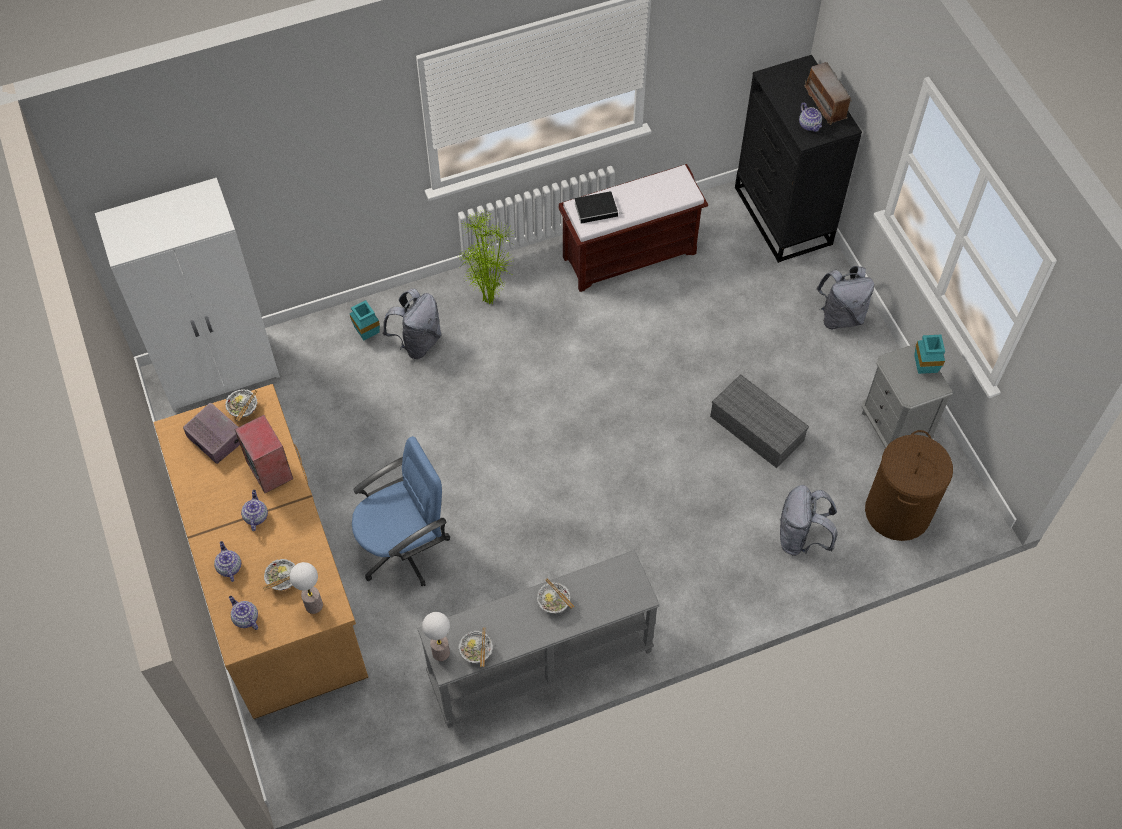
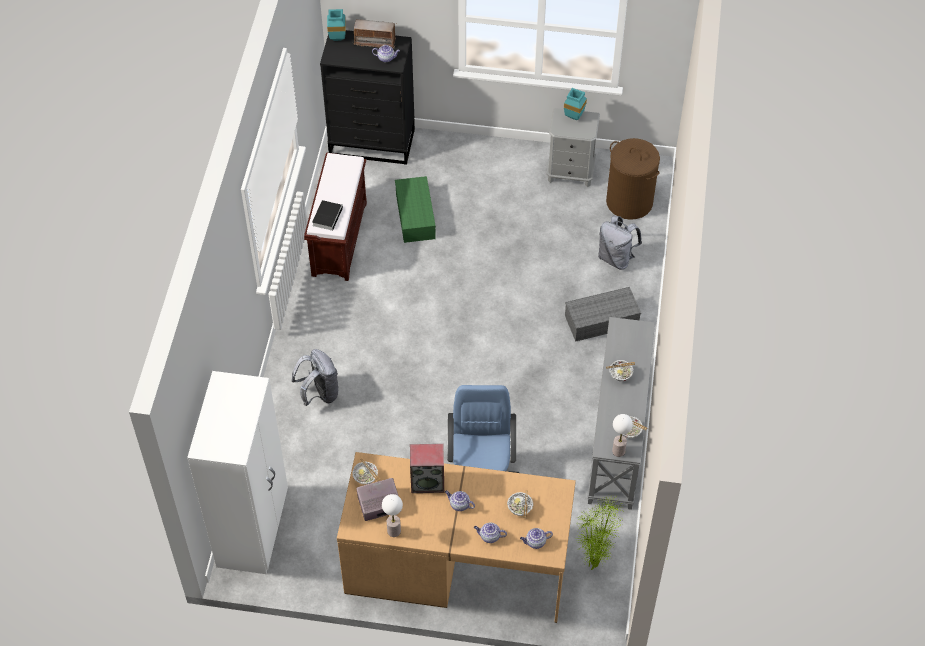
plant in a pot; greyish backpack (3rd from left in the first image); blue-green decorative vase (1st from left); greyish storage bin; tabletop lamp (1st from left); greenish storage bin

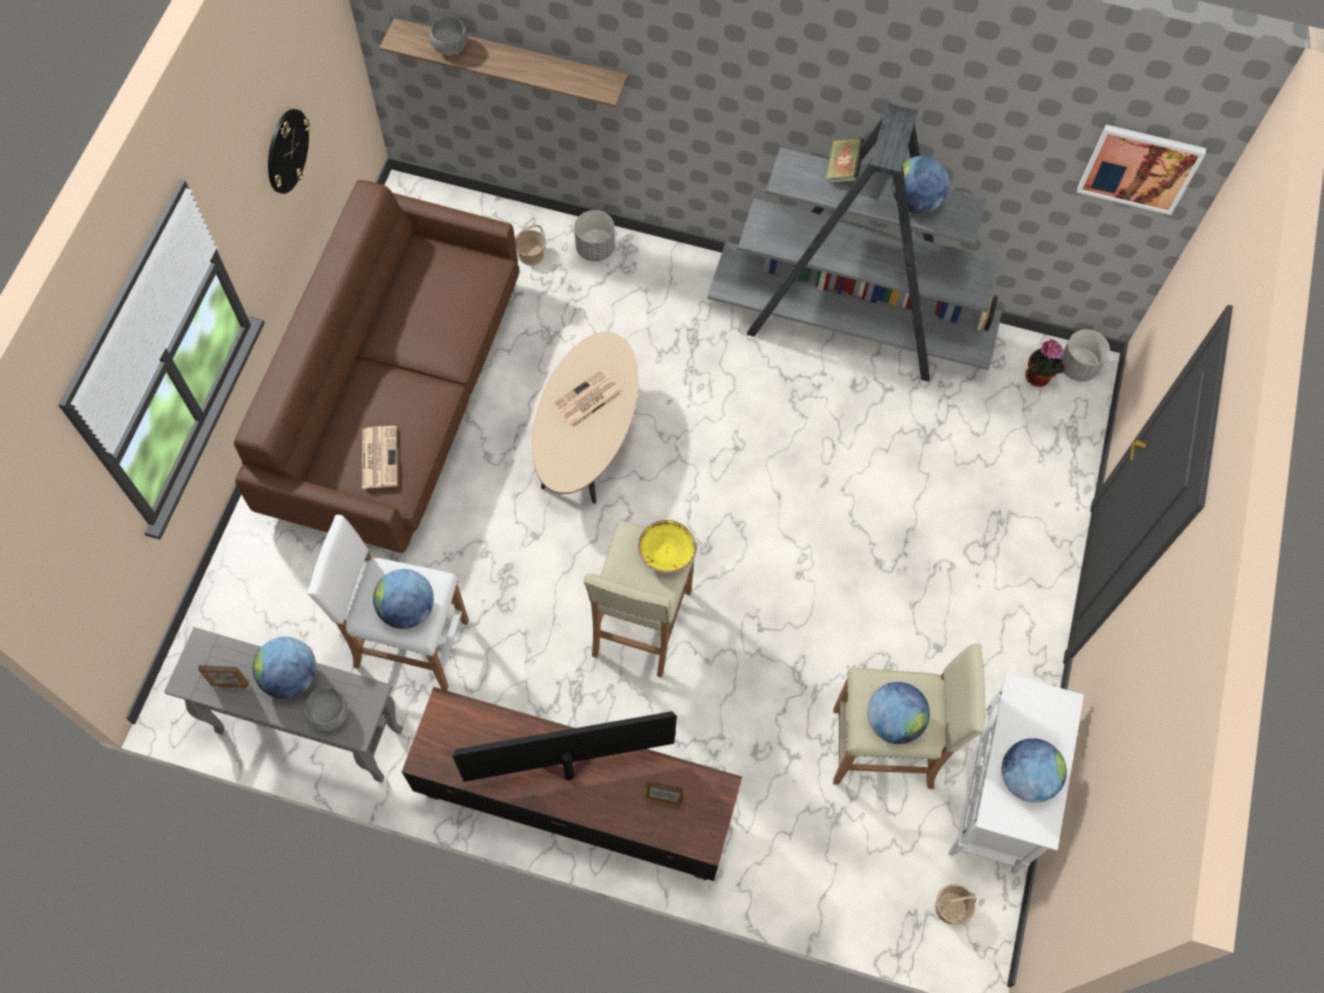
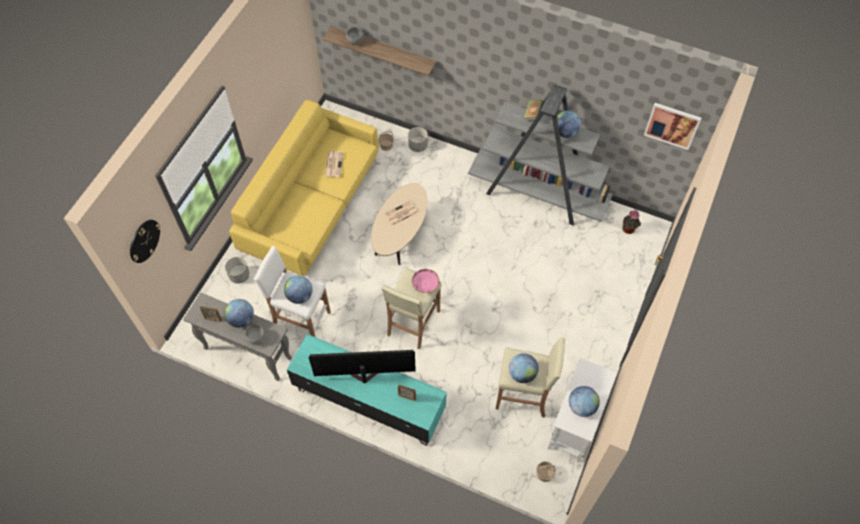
clock on the wall; yellow settee; greyish plant pot (1st from left); daily paper (1st from left); pink-coloured serving bowl; blue-green tv unit

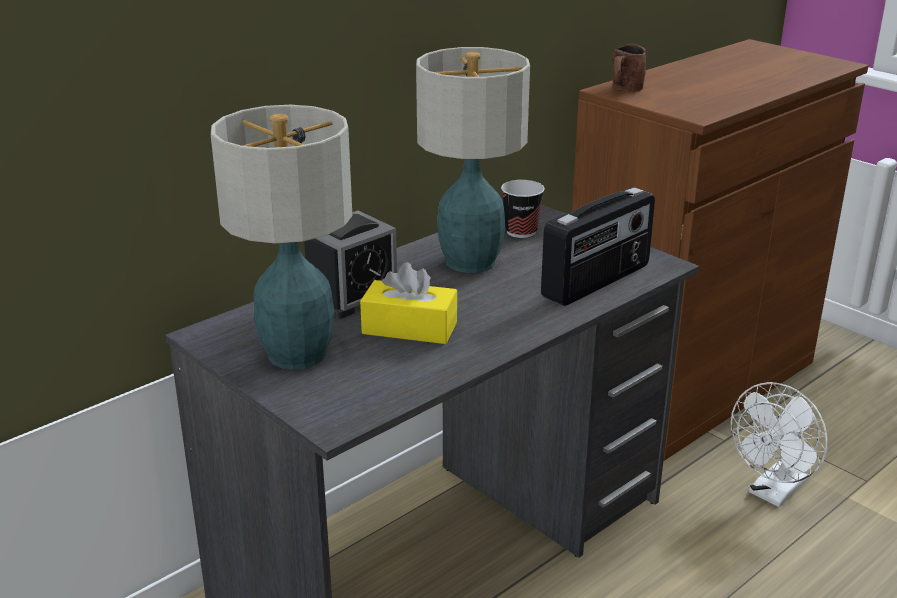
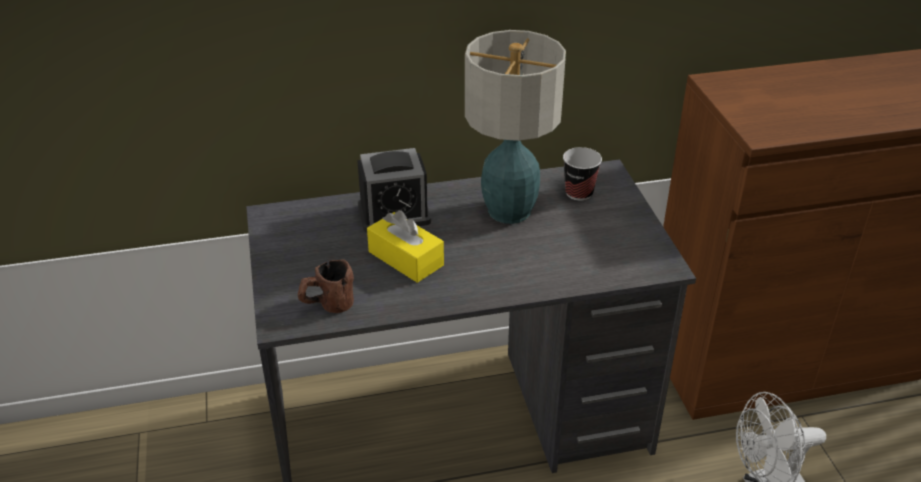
brown coffee mug; tabletop lamp (1st from left in the first image); radio set

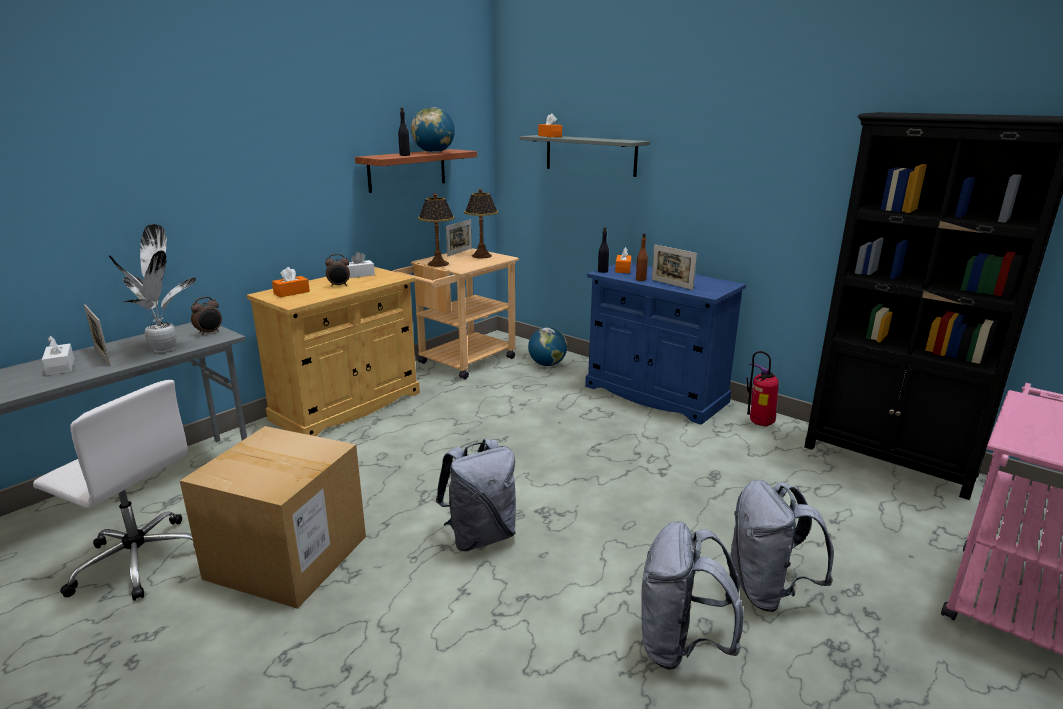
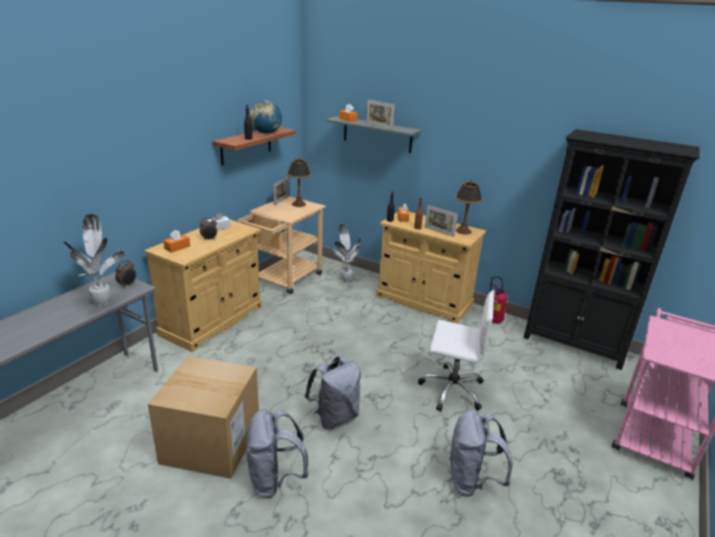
tabletop lamp (2nd from left); sand-coloured cupboard (2nd from left); picture frame (2nd from left); plant in a pot (2nd from left); whitish box of tissues (1st from left in the first image); whitish office chair; greyish backpack (1st from left)

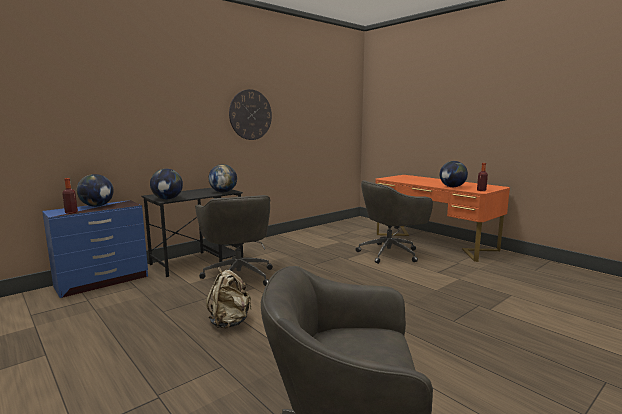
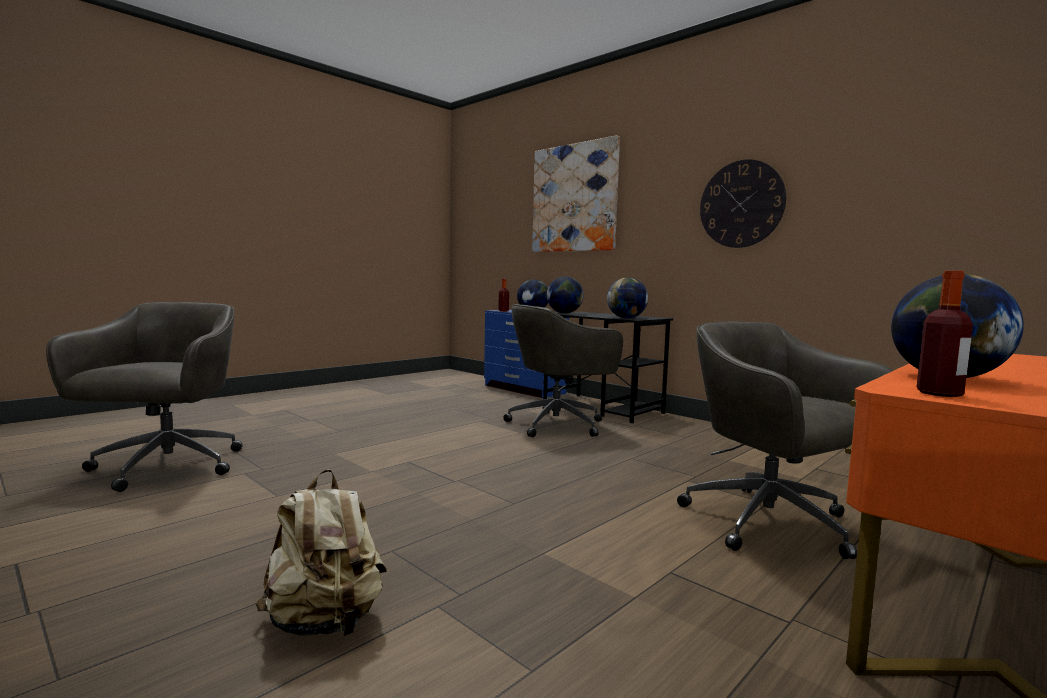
sand-coloured backpack; picture

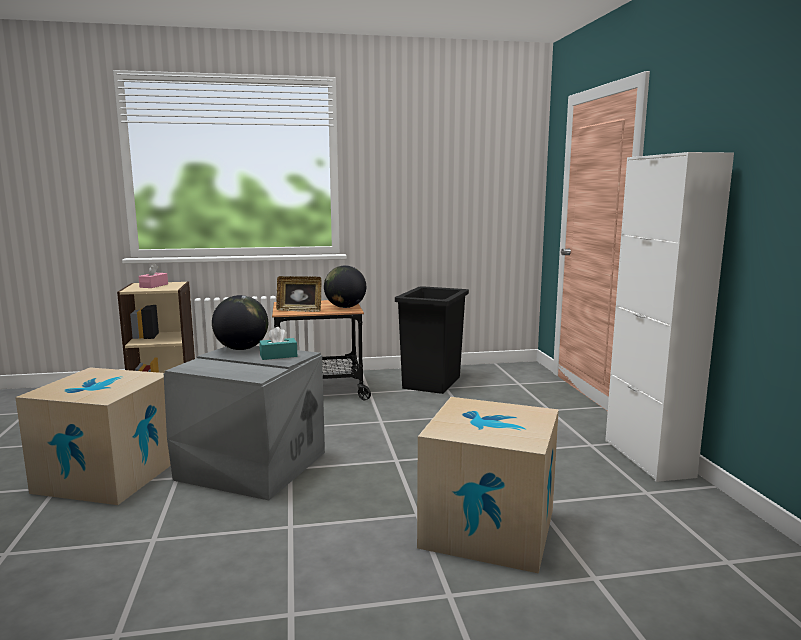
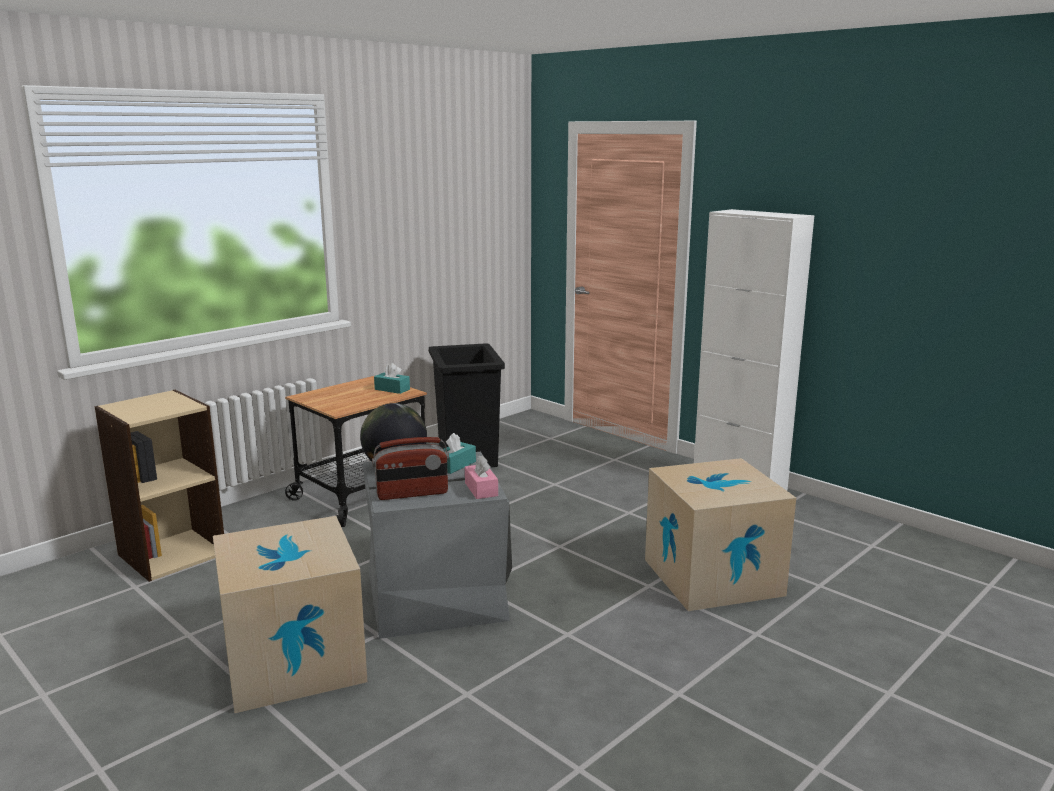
pink-coloured box of tissues; blue-green box of tissues (1st from left); picture frame; radio set

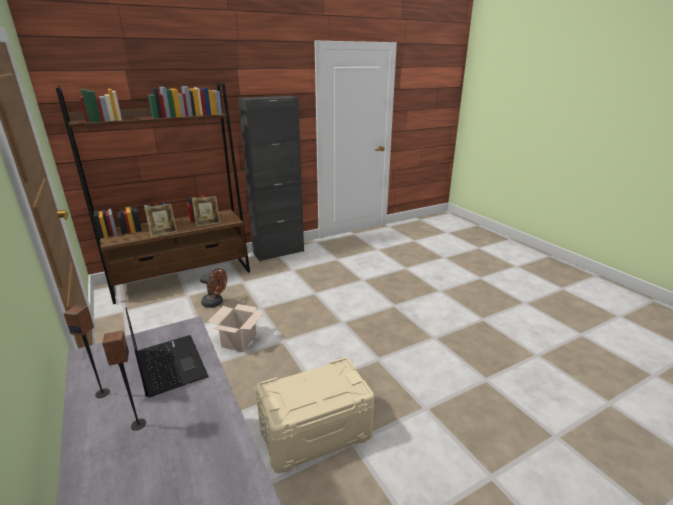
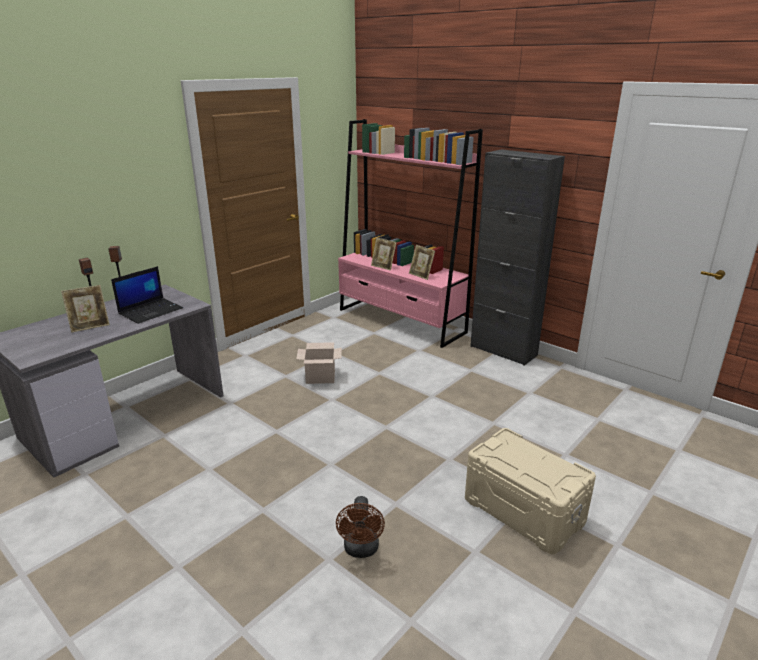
pink-coloured bookshelf; brown fan; sand-coloured storage bin; picture frame (1st from left)

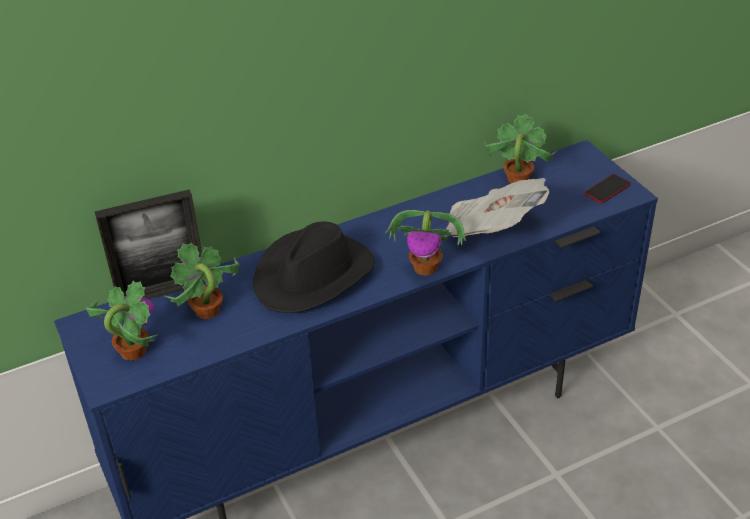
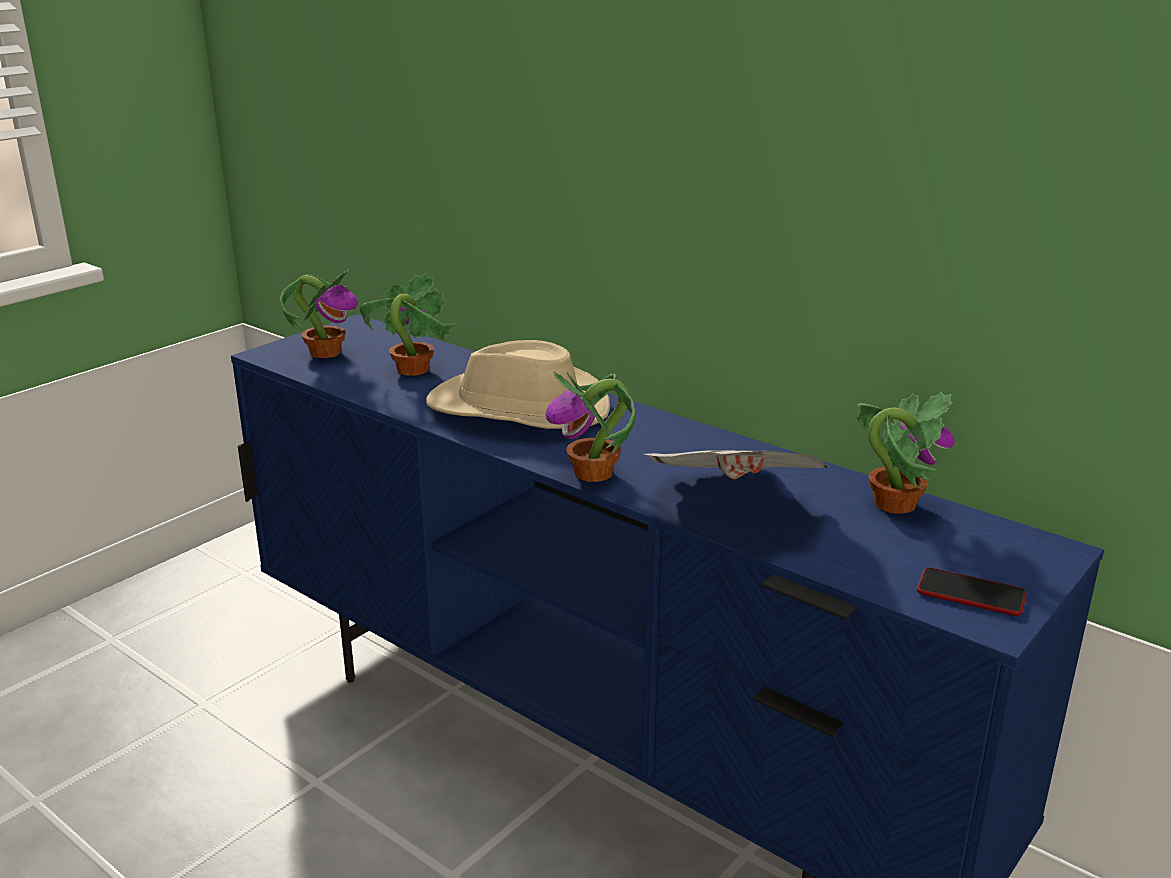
picture frame; sand-coloured wearable hat

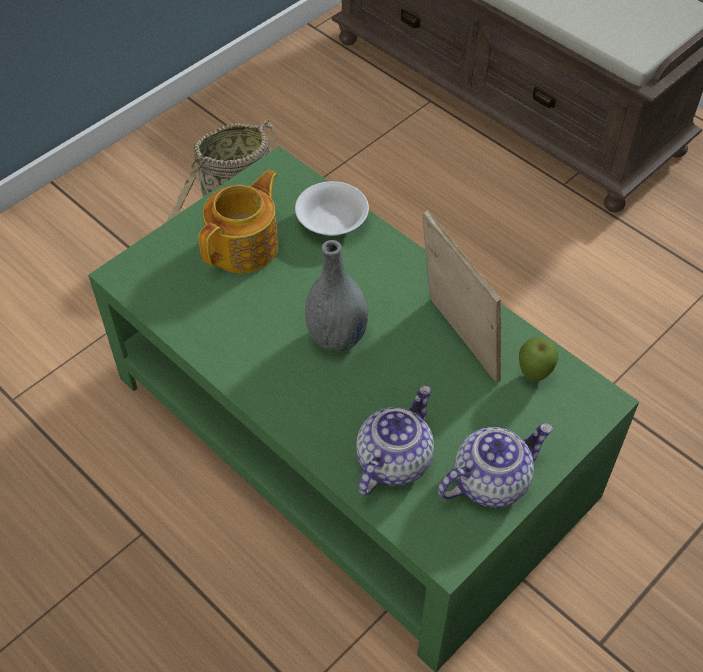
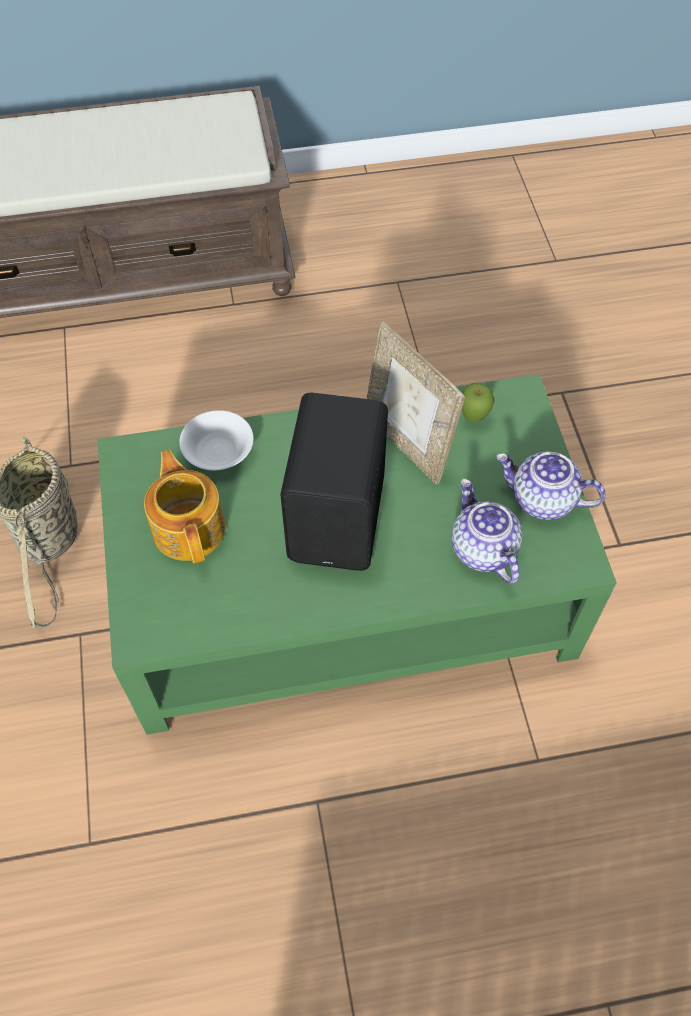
picture frame; blackish speaker; pot for tea (3rd from left)

